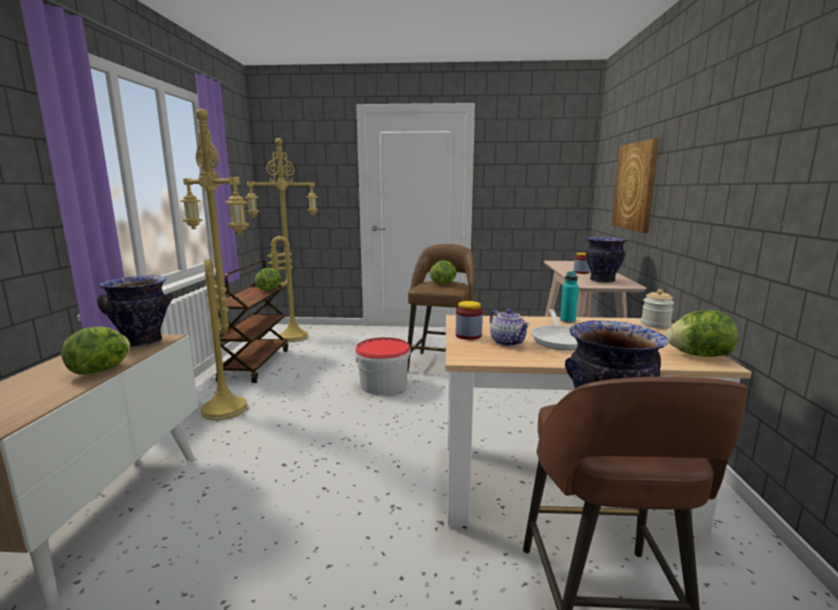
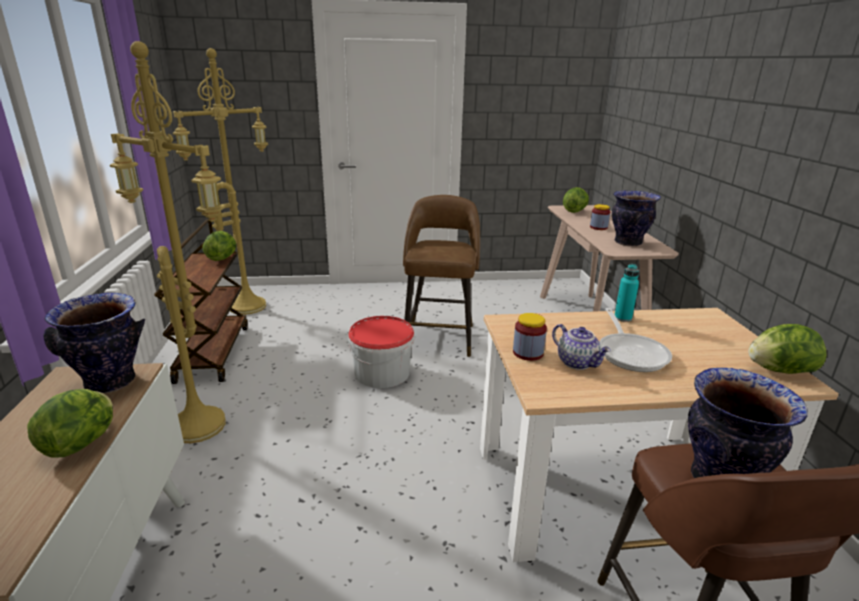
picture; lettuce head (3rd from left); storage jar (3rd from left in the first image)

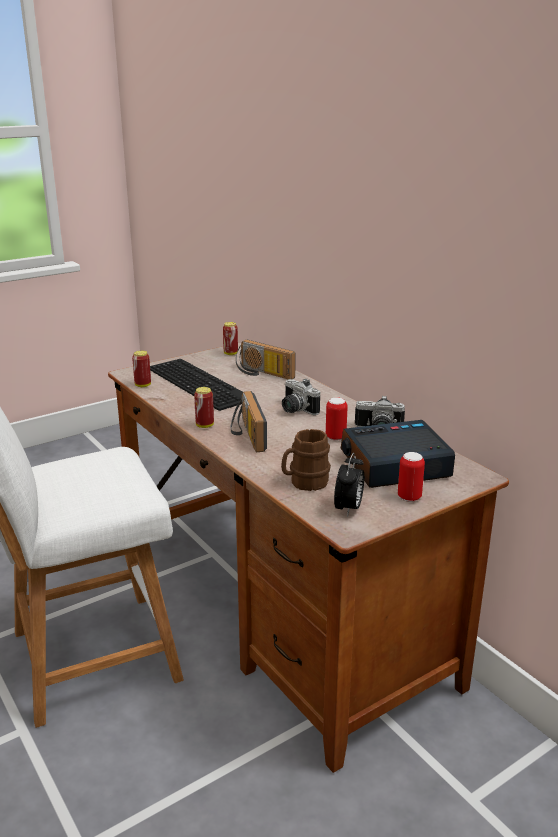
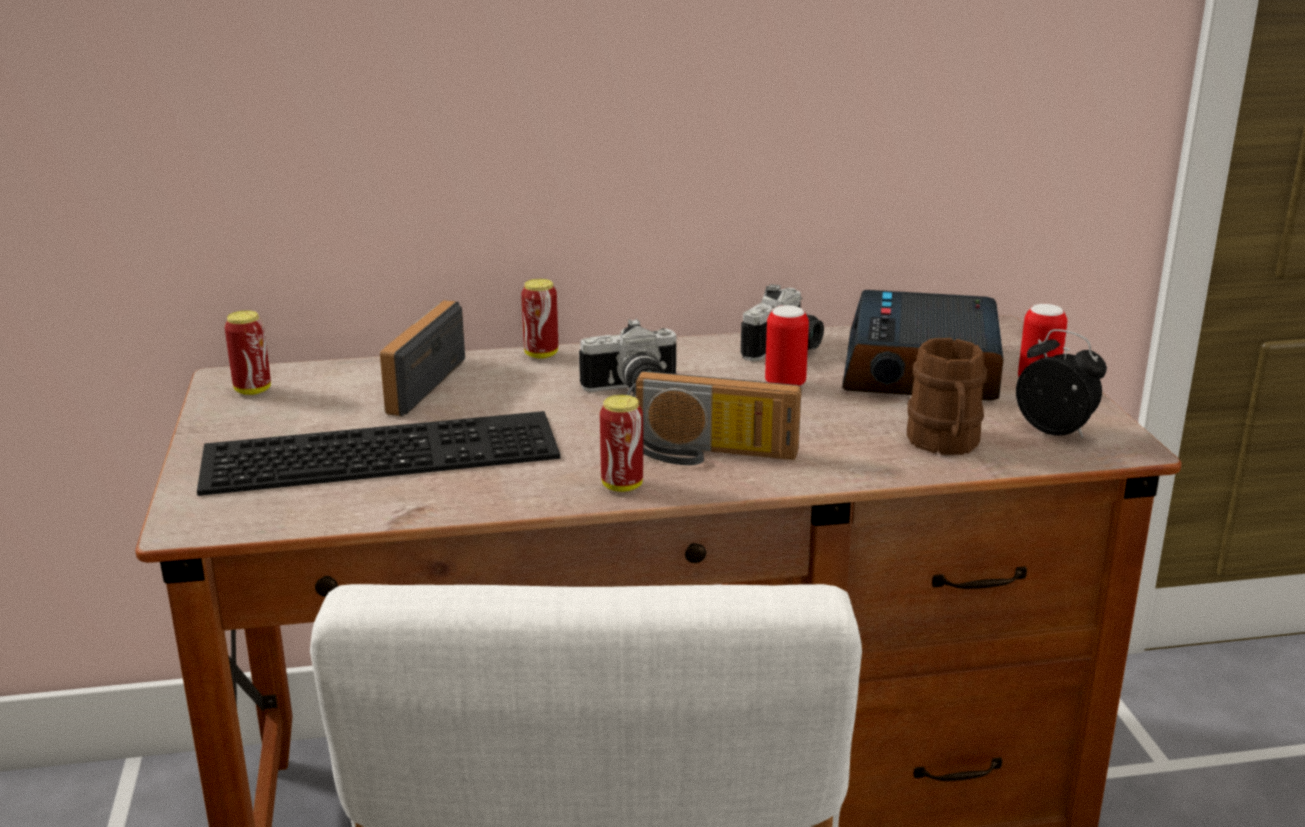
radio set (1st from left); sealed can (2nd from left)

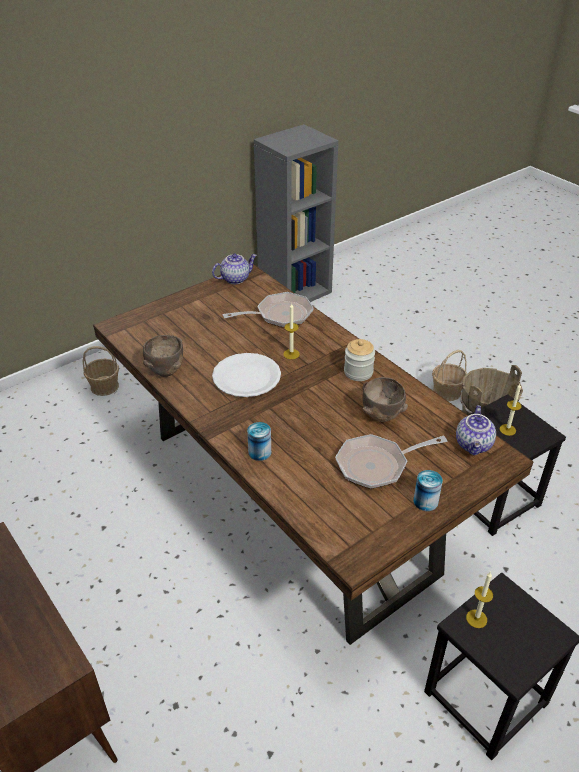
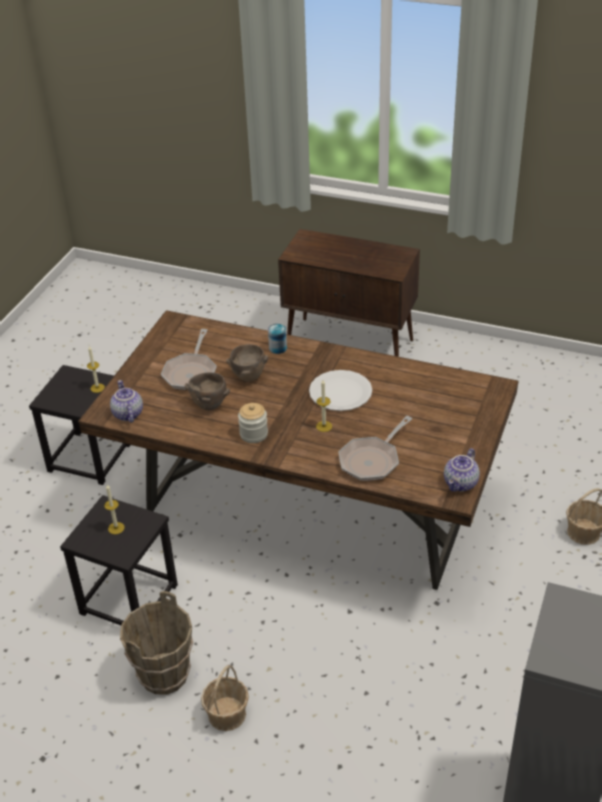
brown serving bowl (2nd from left); pan (1st from left); sealed can (2nd from left in the first image)

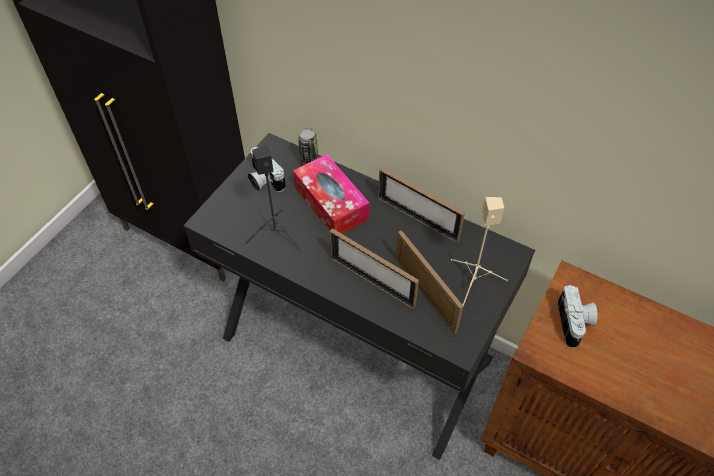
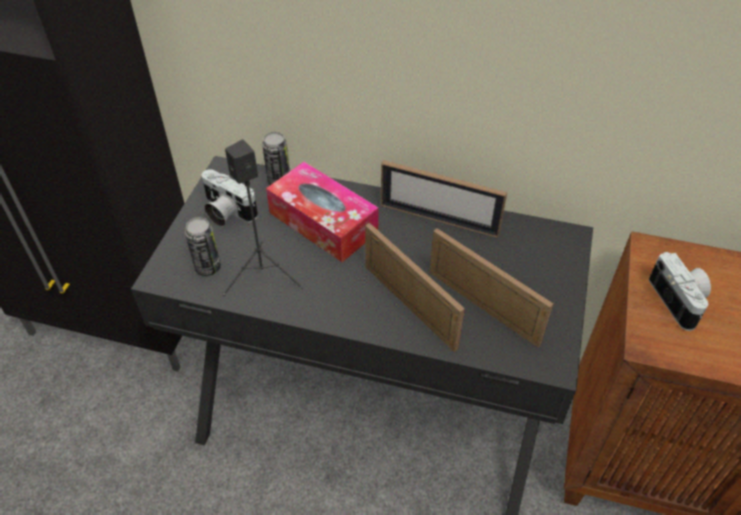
sand-coloured speaker; picture frame (1st from left); sealed can (1st from left)

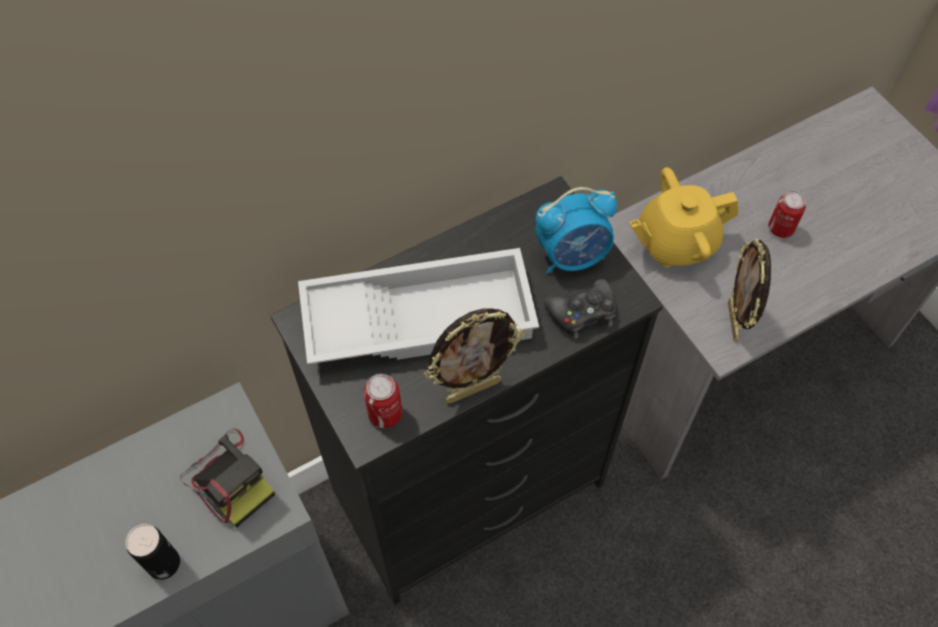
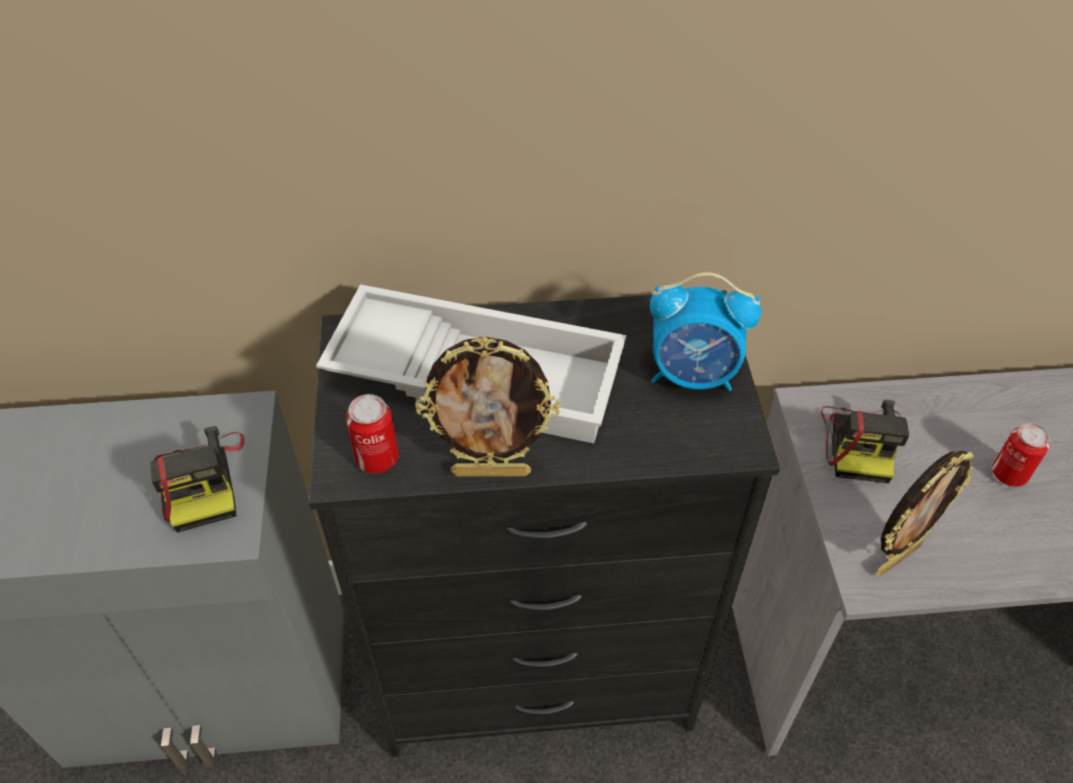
still camera (2nd from left); picture frame (2nd from left); blackish game controller; sealed can (1st from left in the first image)

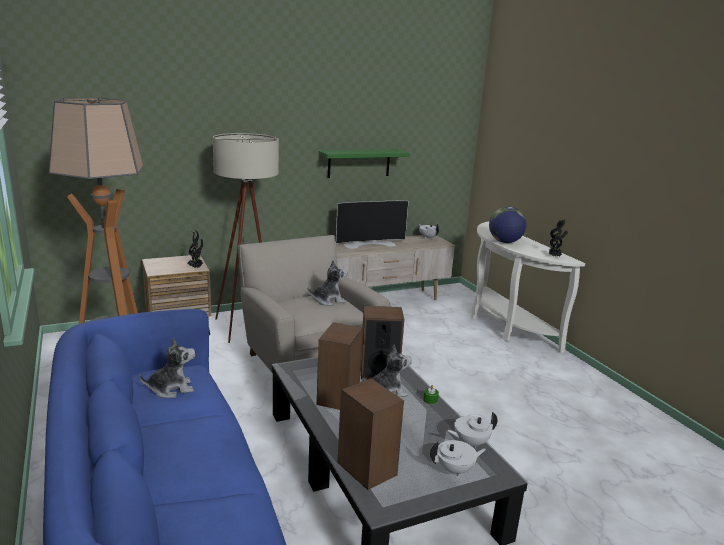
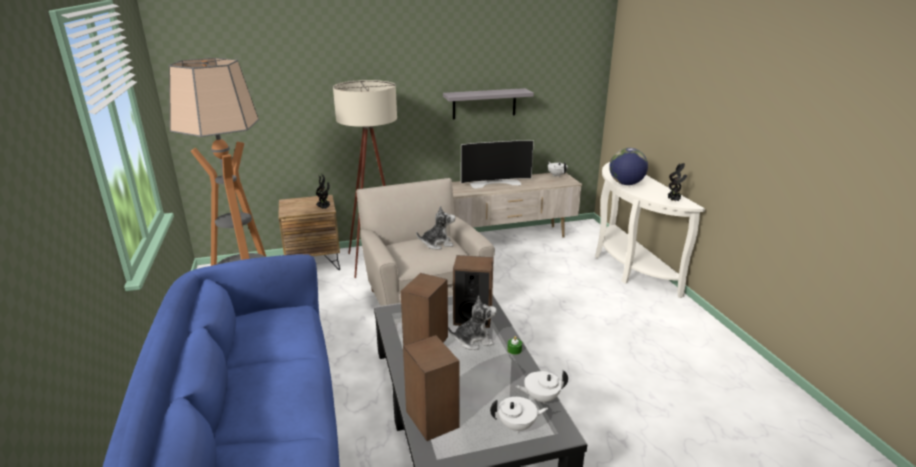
greyish shelf; soft toy (1st from left in the first image)

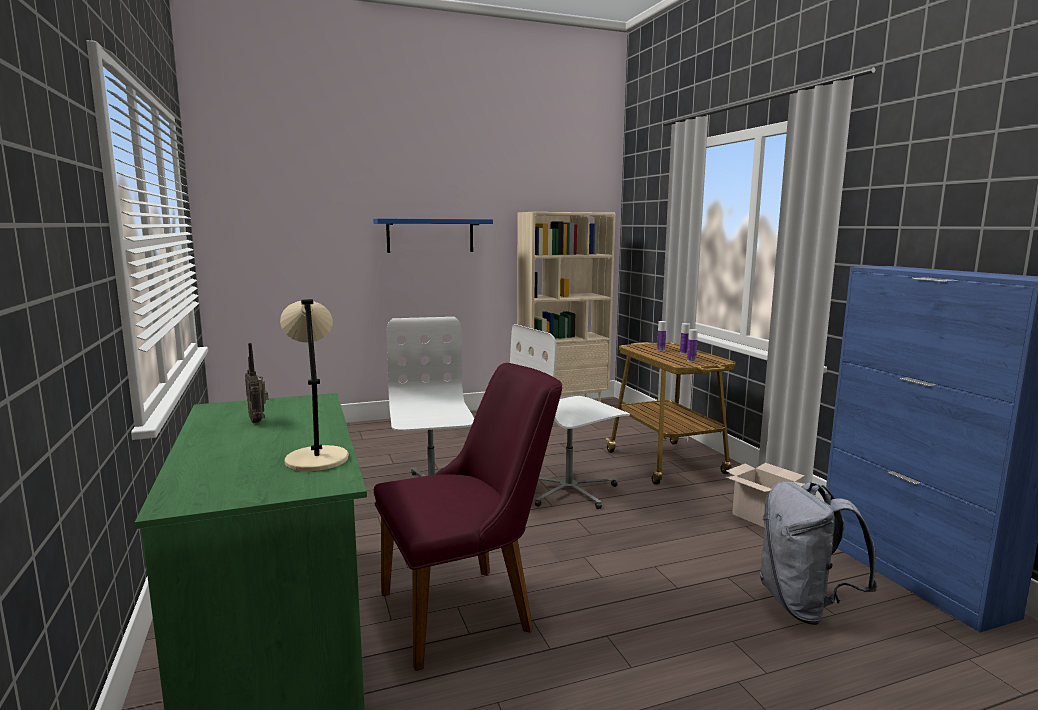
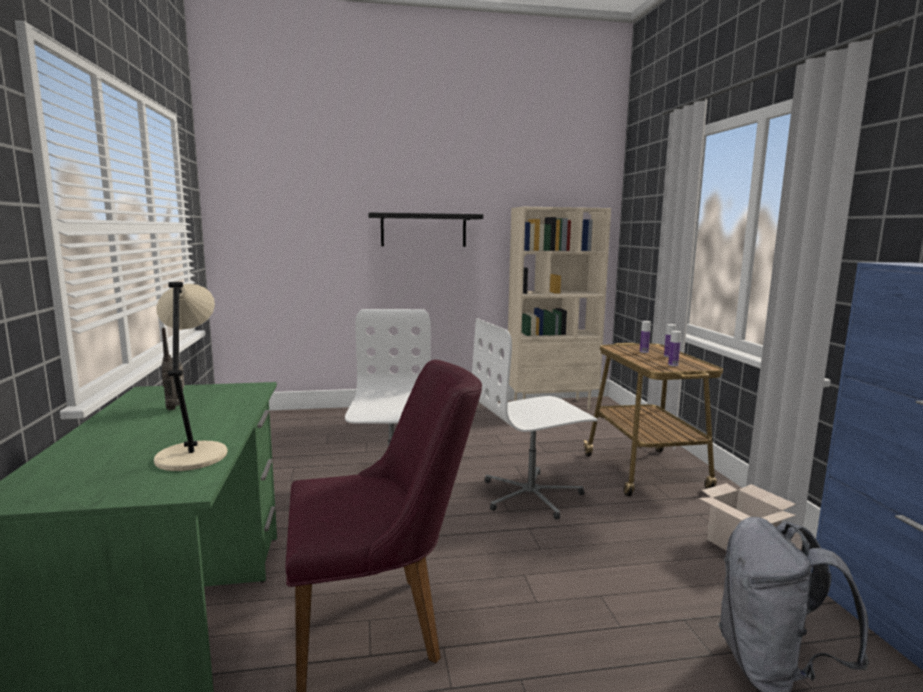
blackish shelf

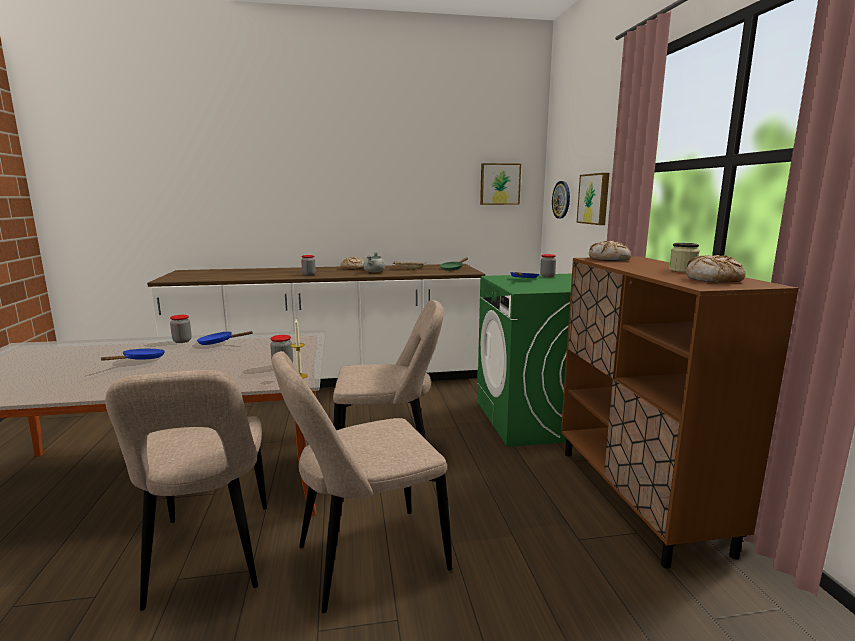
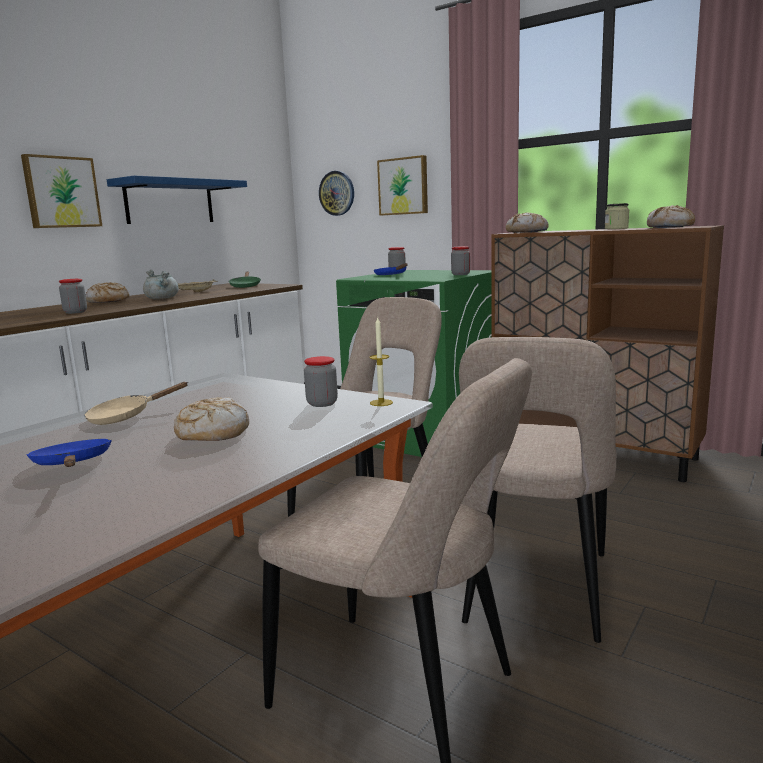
picture (1st from left); storage jar (4th from left); sand-coloured pan; bluish shelf; bakery bread (2nd from left)

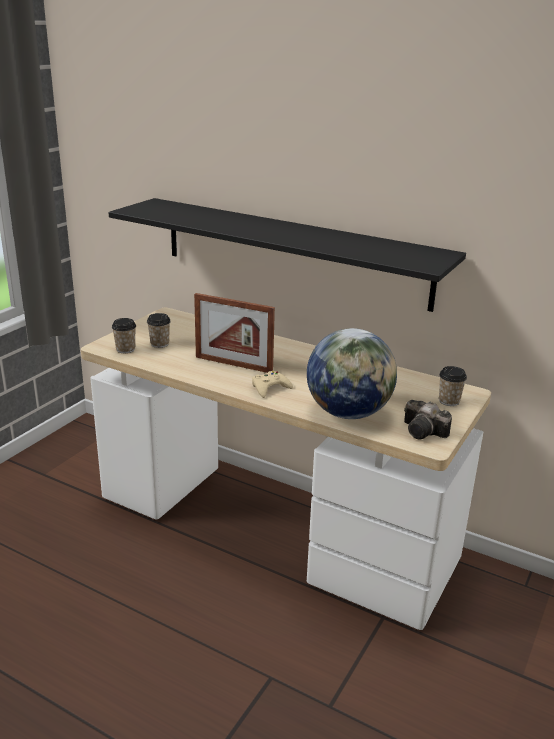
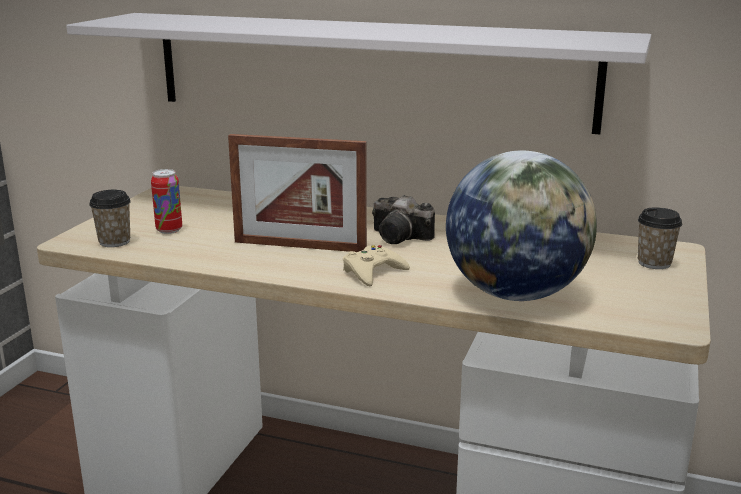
whitish shelf; sealed can; still camera

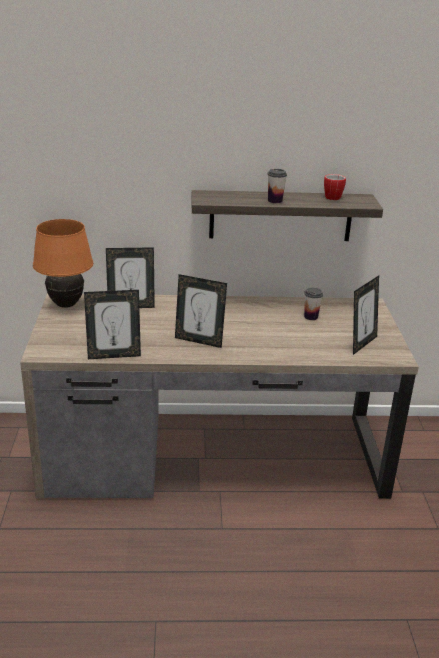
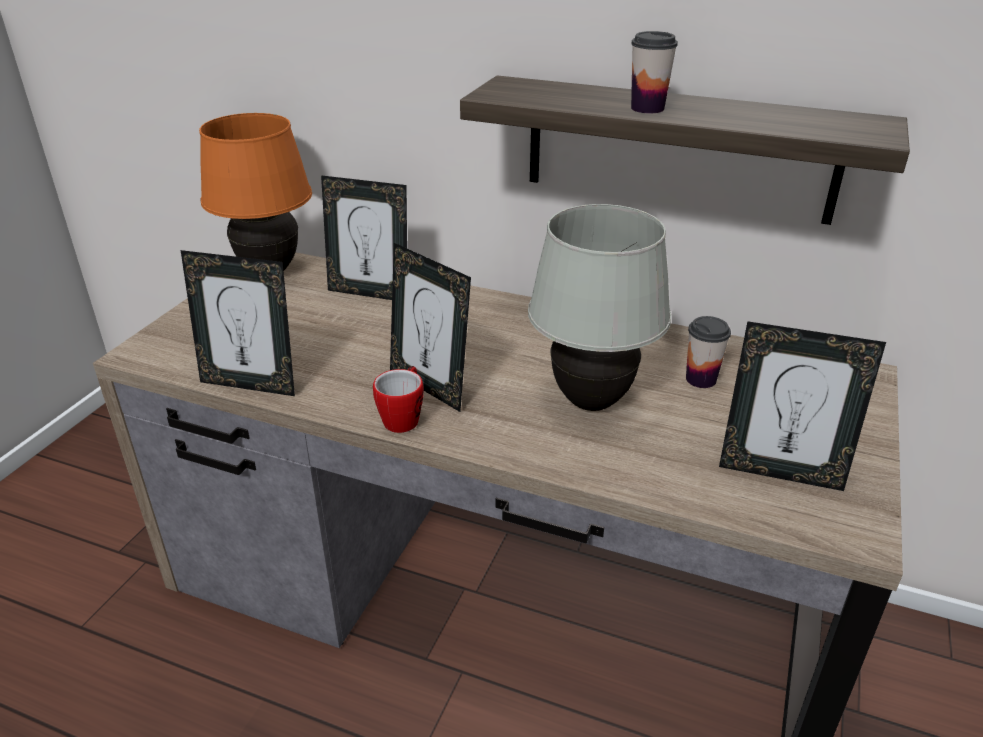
coffee mug; picture frame (4th from left); whitish tabletop lamp

